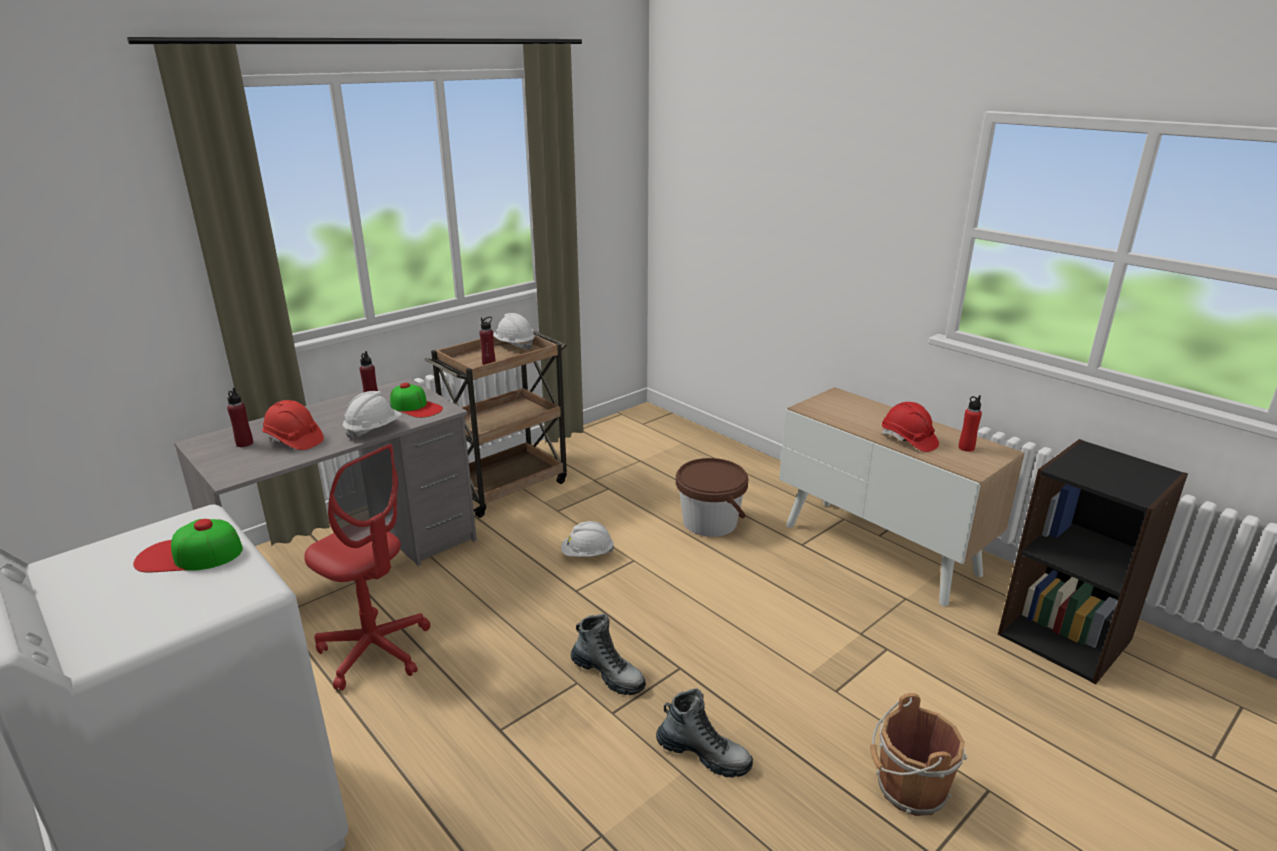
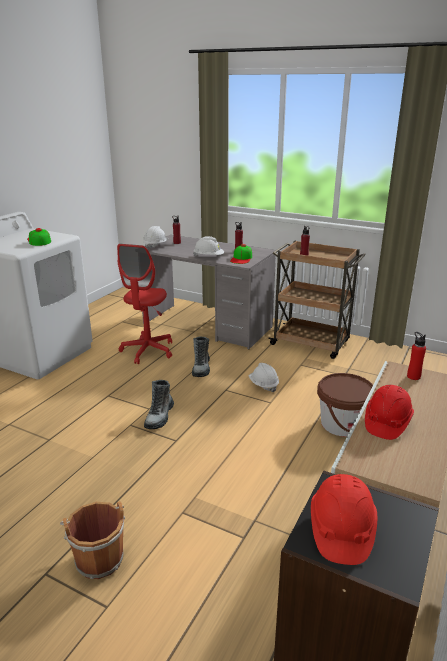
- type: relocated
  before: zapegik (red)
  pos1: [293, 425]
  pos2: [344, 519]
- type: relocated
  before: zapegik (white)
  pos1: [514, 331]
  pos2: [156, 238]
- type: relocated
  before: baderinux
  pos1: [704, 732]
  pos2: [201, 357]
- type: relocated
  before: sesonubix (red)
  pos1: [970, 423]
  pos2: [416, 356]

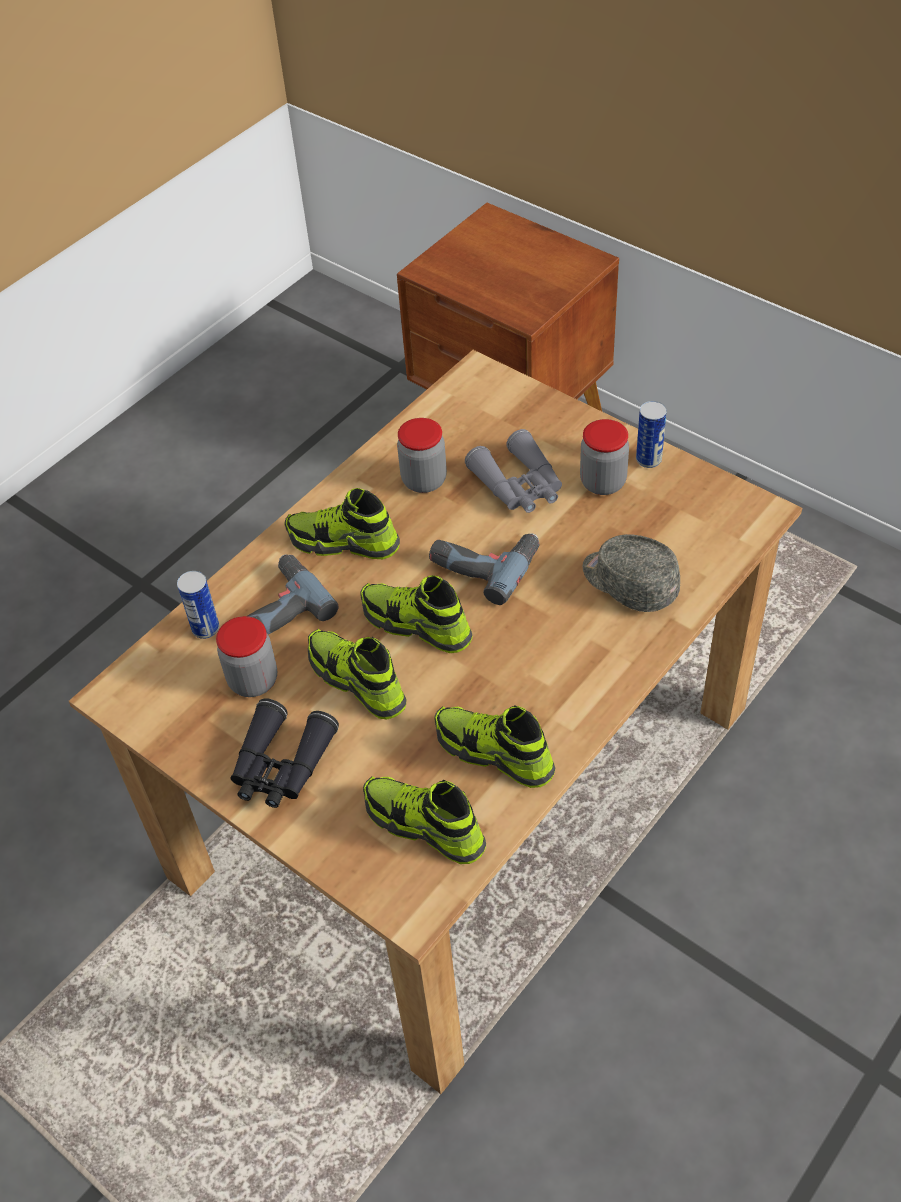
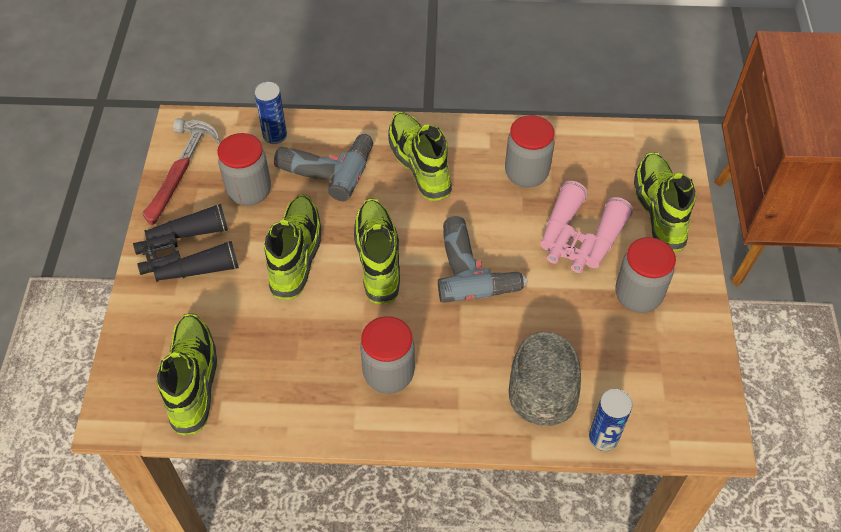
- type: relocated
  before: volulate
  pos1: [494, 746]
  pos2: [665, 202]
- type: colour
  before: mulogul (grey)
  after: mulogul (pink)
  pos1: [513, 471]
  pos2: [586, 227]
- type: relocated
  before: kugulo
  pos1: [651, 434]
  pos2: [611, 420]
- type: appeared
  after: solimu
  pos2: [181, 171]
- type: appeared
  after: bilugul
  pos2: [387, 355]

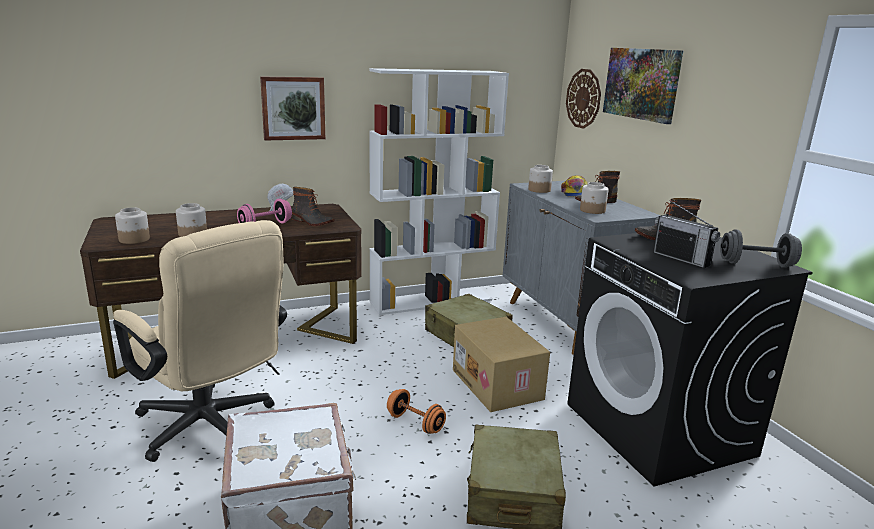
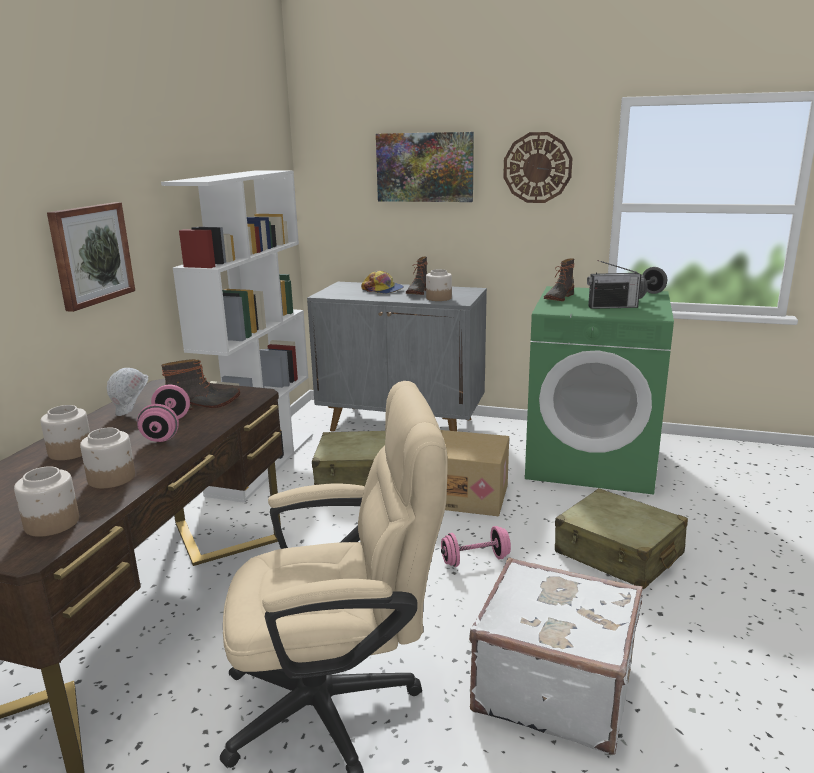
- type: colour
  before: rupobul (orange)
  after: rupobul (pink)
  pos1: [416, 411]
  pos2: [476, 546]
- type: relocated
  before: bilugul
  pos1: [540, 179]
  pos2: [65, 432]
- type: relocated
  before: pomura
  pos1: [583, 99]
  pos2: [537, 167]
- type: colour
  before: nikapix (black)
  after: nikapix (green)
  pos1: [690, 359]
  pos2: [599, 390]

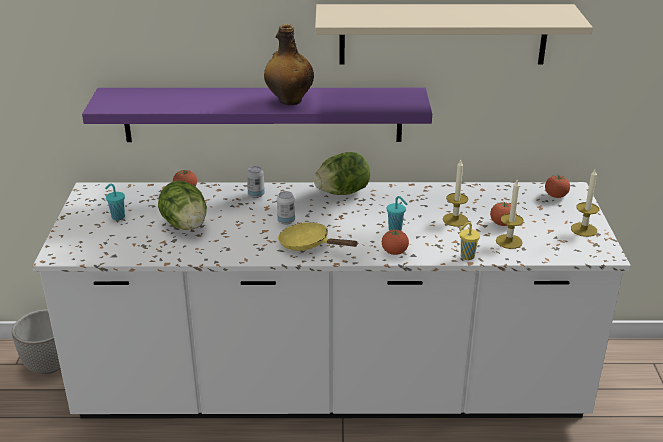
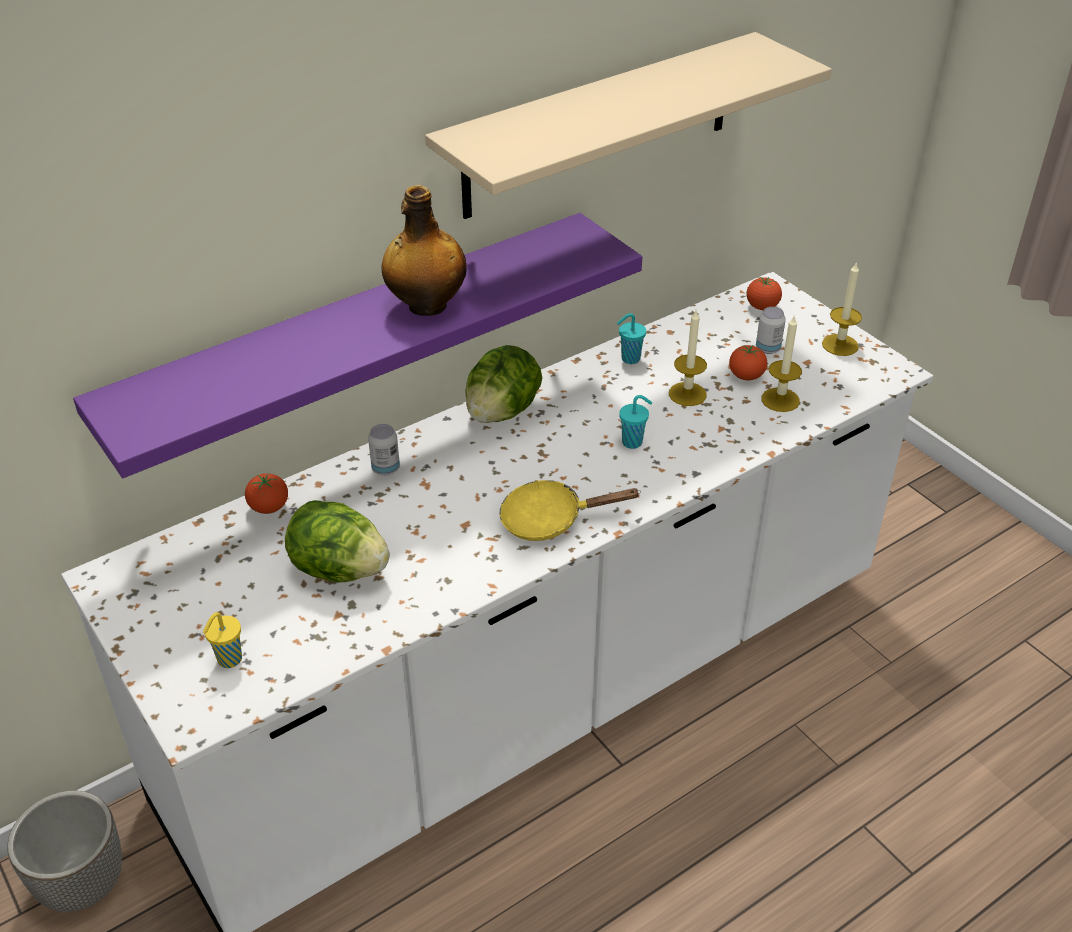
- type: relocated
  before: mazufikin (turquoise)
  pos1: [115, 202]
  pos2: [631, 338]
- type: relocated
  before: kugulo
  pos1: [286, 208]
  pos2: [771, 330]
- type: missing
  before: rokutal
  pos1: [395, 242]
- type: relocated
  before: mazufikin (yellow)
  pos1: [469, 241]
  pos2: [222, 640]

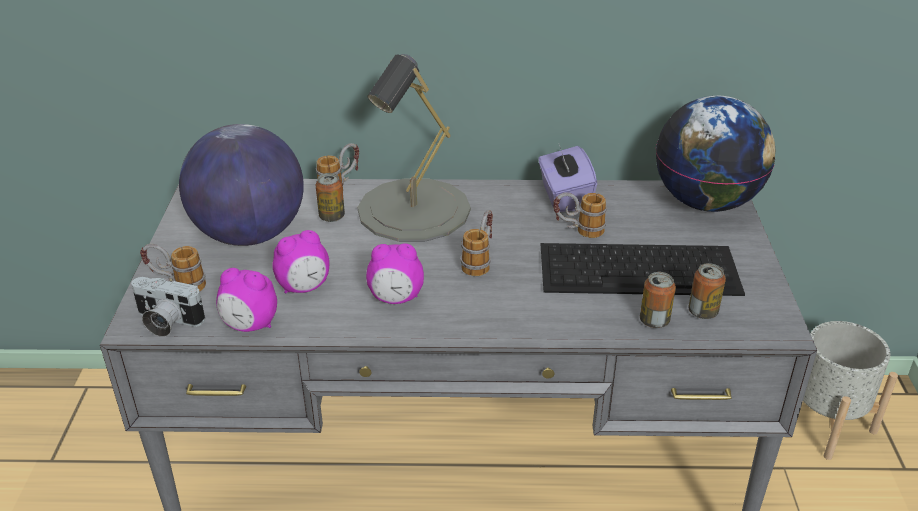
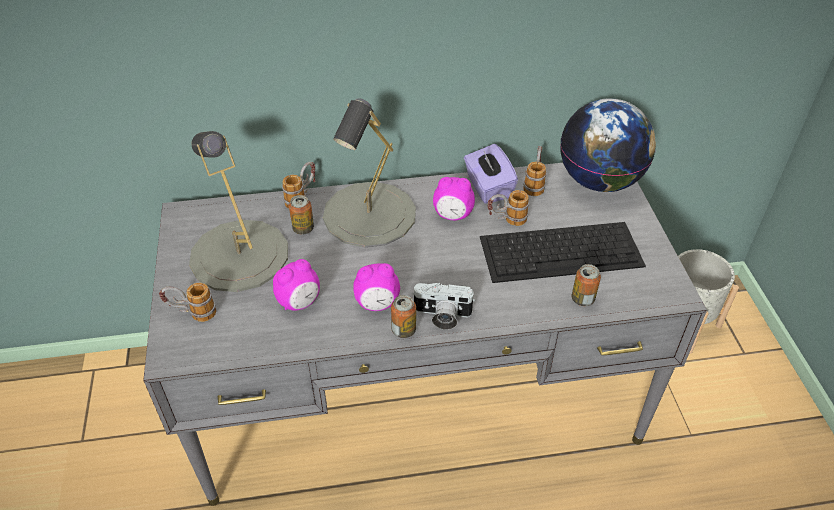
- type: relocated
  before: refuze
  pos1: [168, 307]
  pos2: [443, 306]
- type: exchanged
  before: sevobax
  after: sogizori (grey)
  pos1: [241, 185]
  pos2: [238, 211]
- type: relocated
  before: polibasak
  pos1: [246, 300]
  pos2: [454, 198]
- type: relocated
  before: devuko
  pos1: [477, 243]
  pos2: [535, 171]
- type: relocated
  before: kugulo
  pos1: [707, 291]
  pos2: [403, 316]

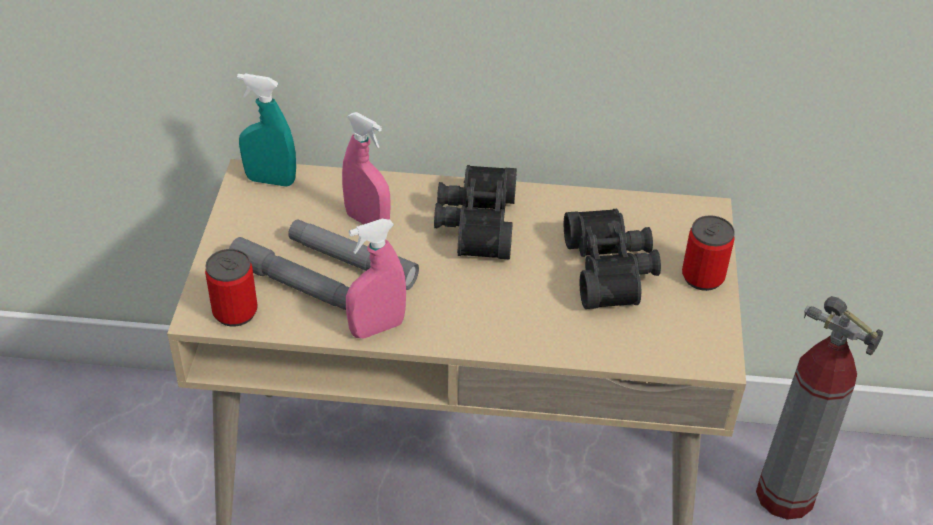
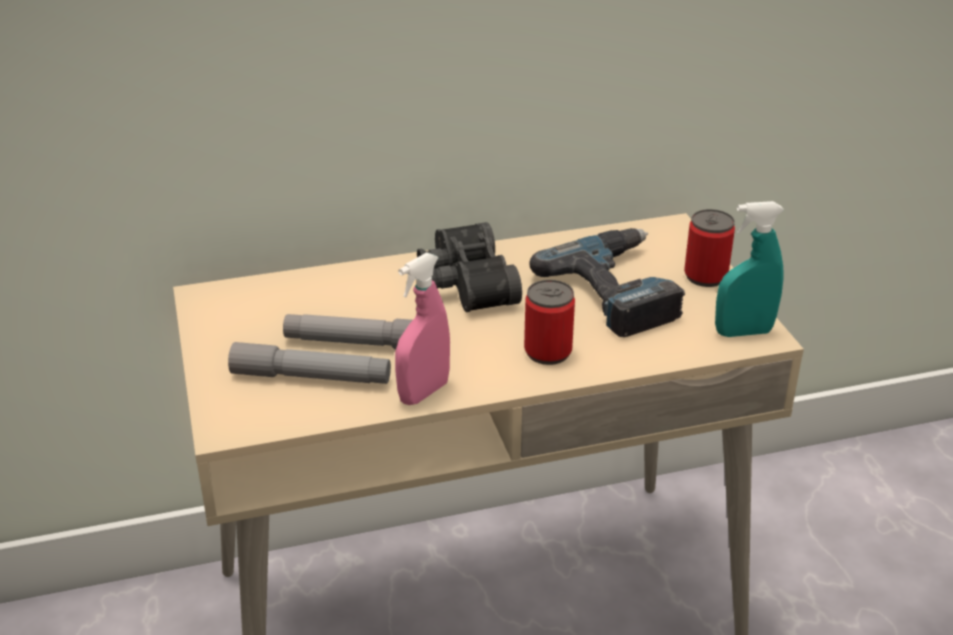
- type: relocated
  before: kugulo
  pos1: [231, 287]
  pos2: [549, 322]
- type: relocated
  before: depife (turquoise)
  pos1: [266, 130]
  pos2: [749, 269]
- type: missing
  before: depife (pink)
  pos1: [366, 168]
- type: exchanged
  before: mulogul (black)
  after: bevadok
  pos1: [612, 259]
  pos2: [607, 282]
- type: missing
  before: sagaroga
  pos1: [819, 408]

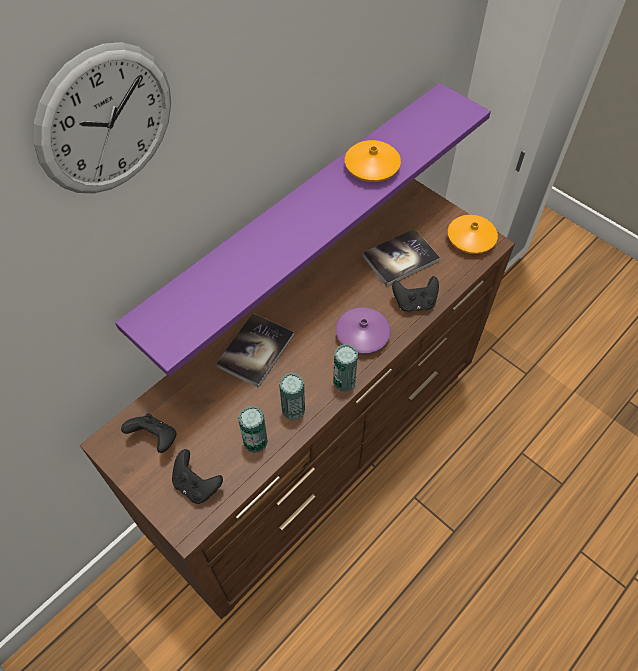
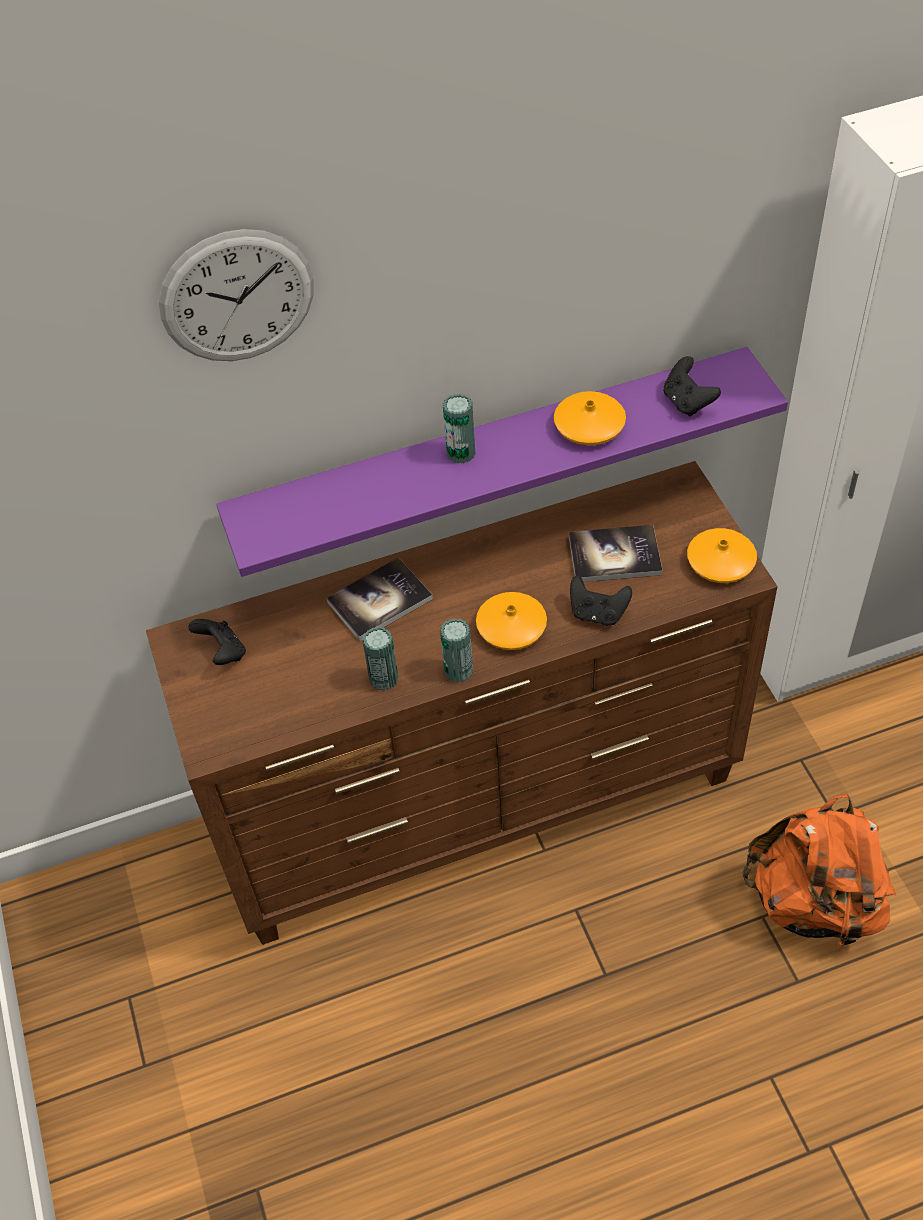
- type: relocated
  before: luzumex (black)
  pos1: [197, 476]
  pos2: [692, 386]
- type: relocated
  before: kugulo
  pos1: [253, 429]
  pos2: [459, 429]
- type: colour
  before: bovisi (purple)
  after: bovisi (orange)
  pos1: [363, 330]
  pos2: [511, 621]
- type: appeared
  after: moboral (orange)
  pos2: [819, 873]

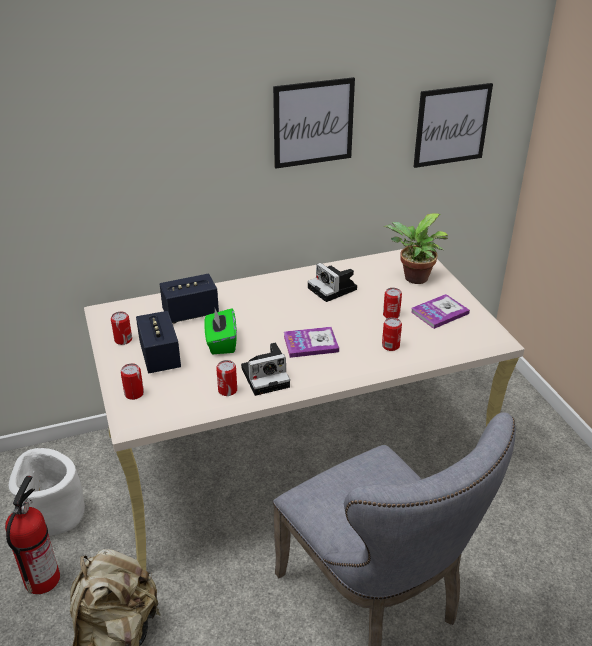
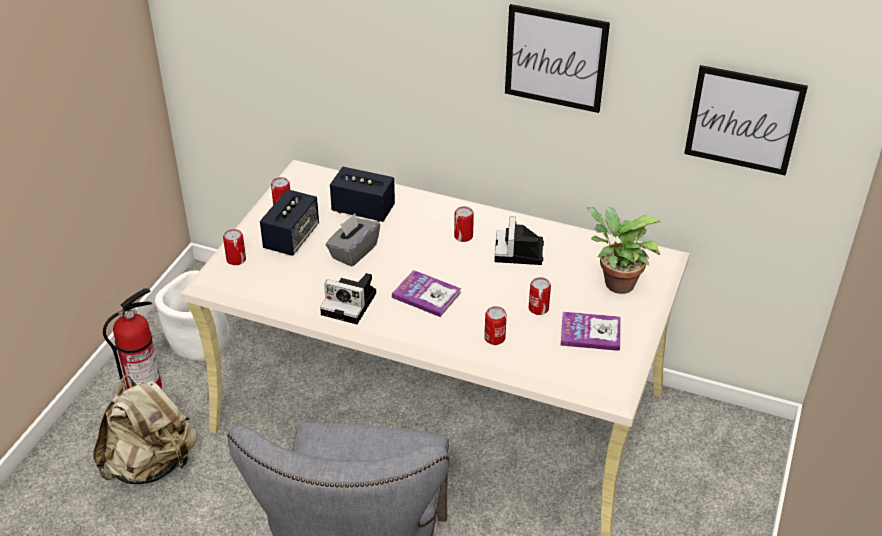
- type: colour
  before: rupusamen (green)
  after: rupusamen (grey)
  pos1: [220, 331]
  pos2: [353, 240]
- type: relocated
  before: kugulo
  pos1: [226, 378]
  pos2: [464, 224]

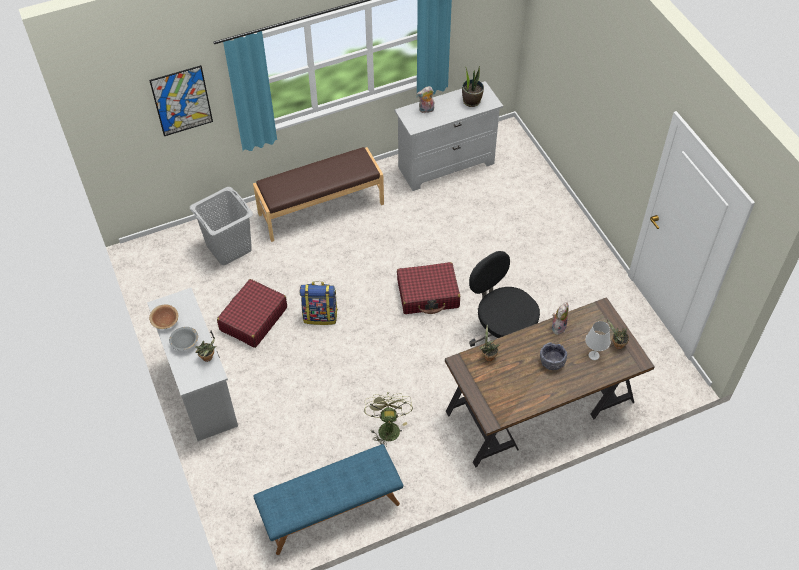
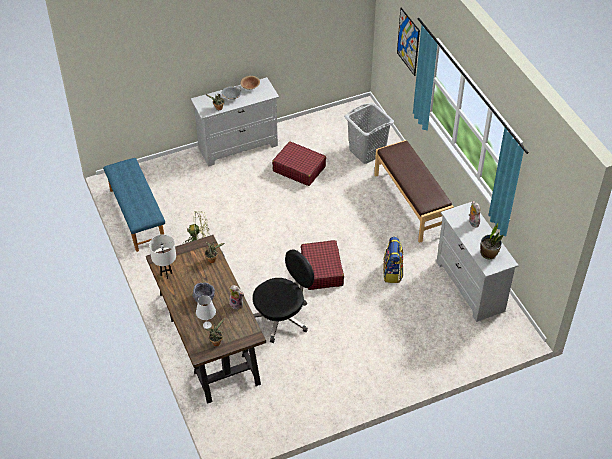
- type: relocated
  before: moboral
  pos1: [319, 303]
  pos2: [393, 260]
- type: appeared
  after: sogizori (white)
  pos2: [162, 257]

